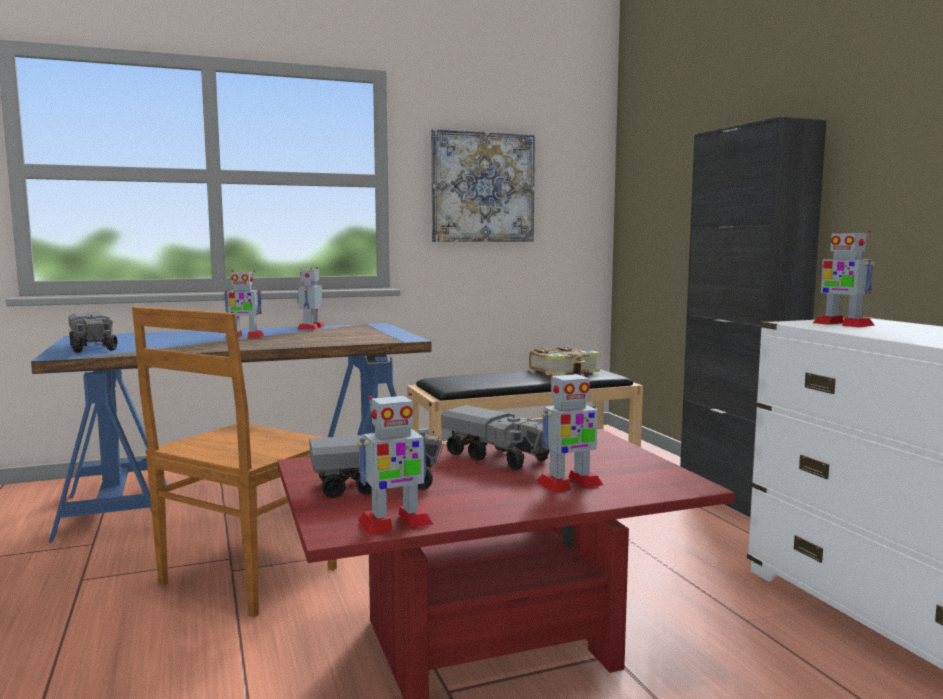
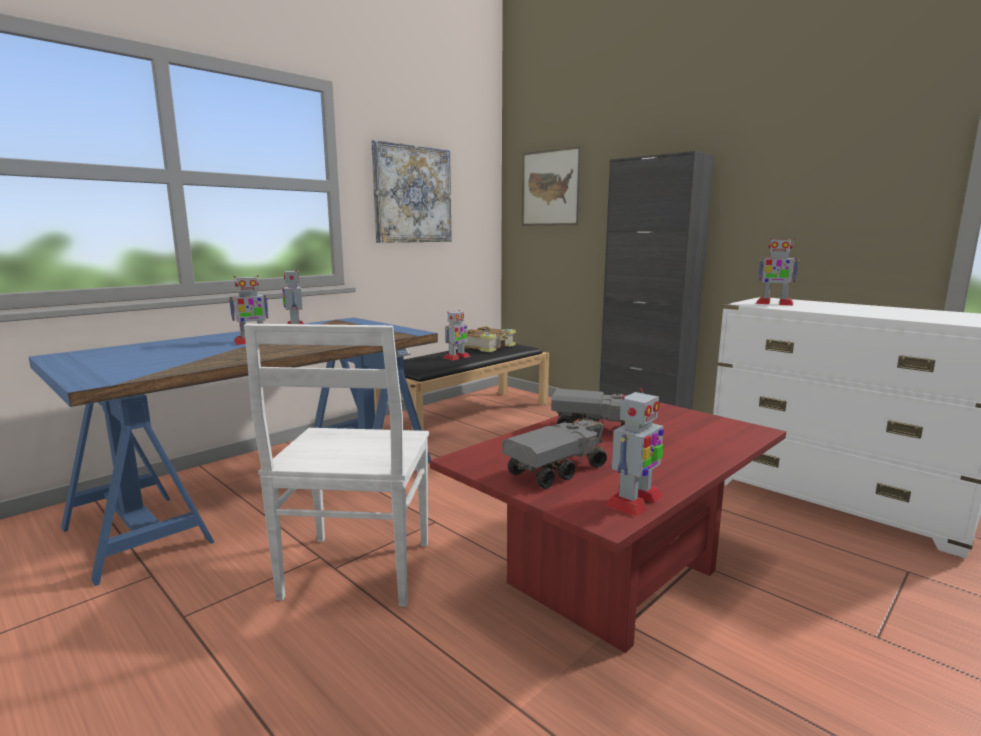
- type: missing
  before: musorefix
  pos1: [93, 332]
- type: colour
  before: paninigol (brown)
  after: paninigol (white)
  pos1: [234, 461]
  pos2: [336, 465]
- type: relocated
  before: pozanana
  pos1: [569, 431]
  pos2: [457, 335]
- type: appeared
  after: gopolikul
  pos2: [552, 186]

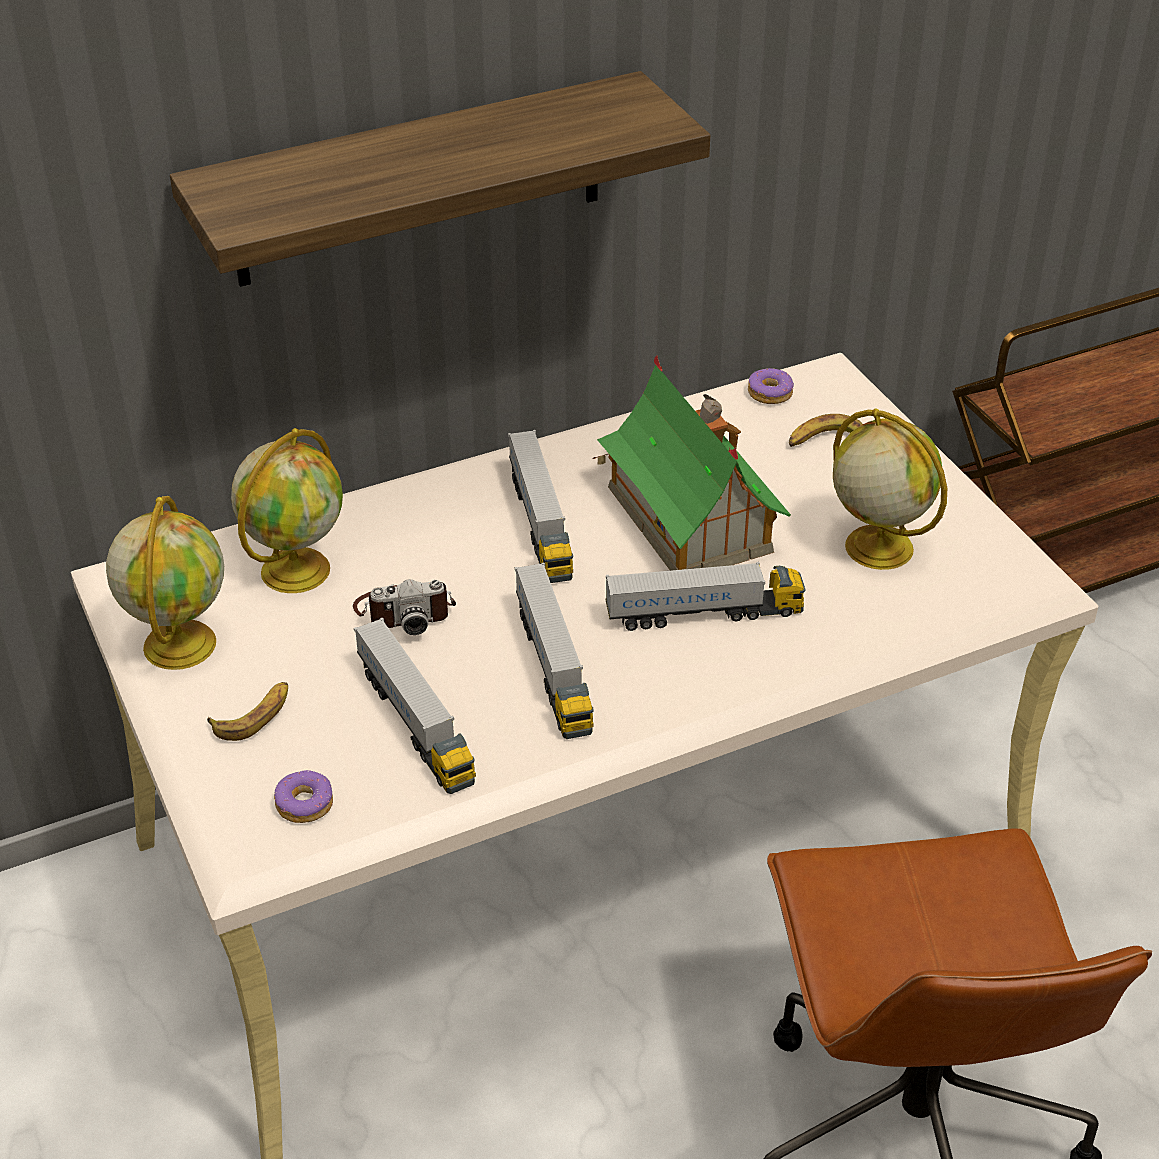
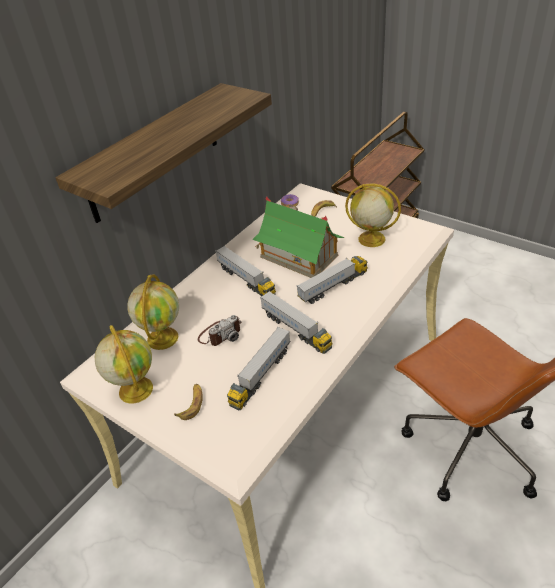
- type: missing
  before: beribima
  pos1: [303, 796]
- type: spun
  before: musorefix
  pos1: [415, 706]
  pos2: [259, 368]
  turn: 90

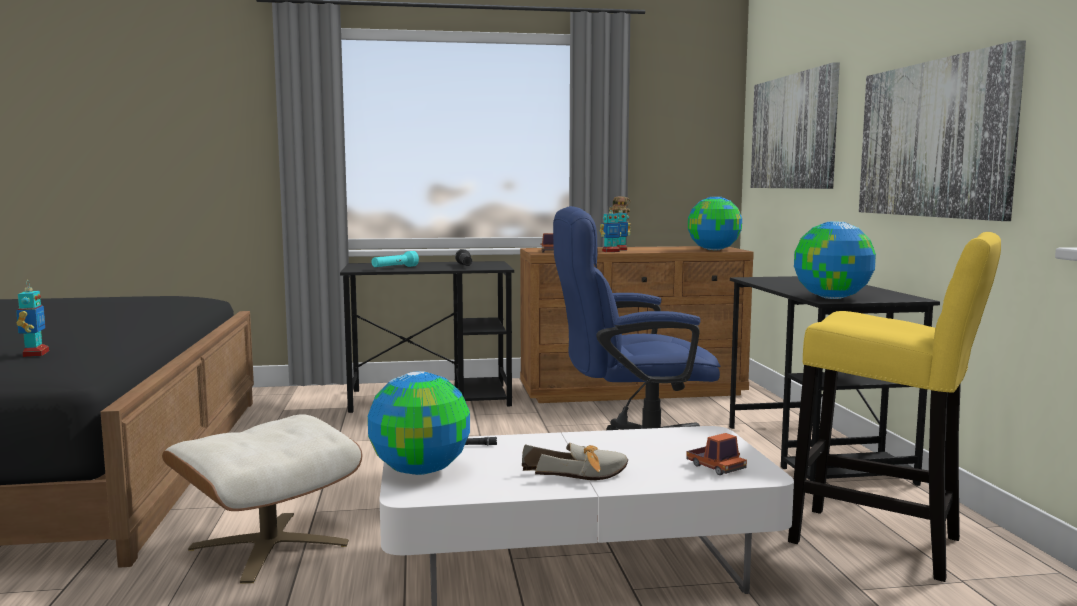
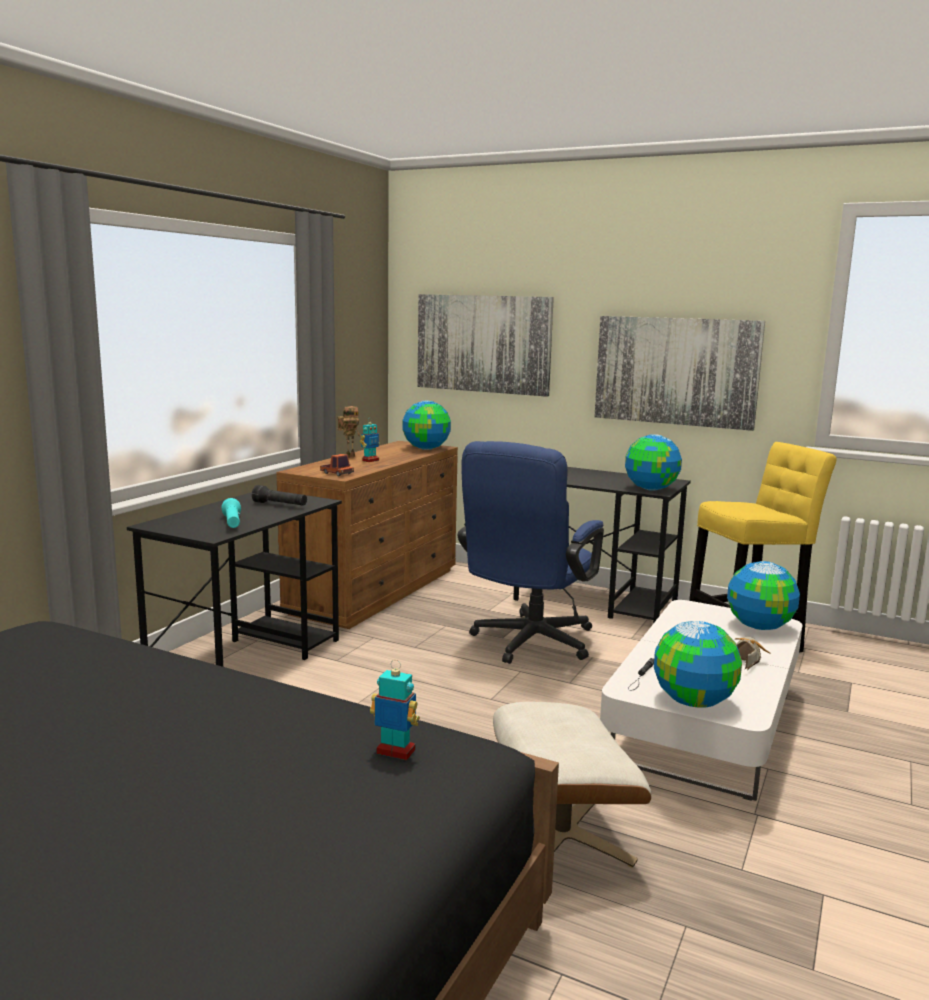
- type: missing
  before: pozanana
  pos1: [611, 229]
- type: exchanged
  before: musorefix
  after: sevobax
  pos1: [716, 454]
  pos2: [763, 595]

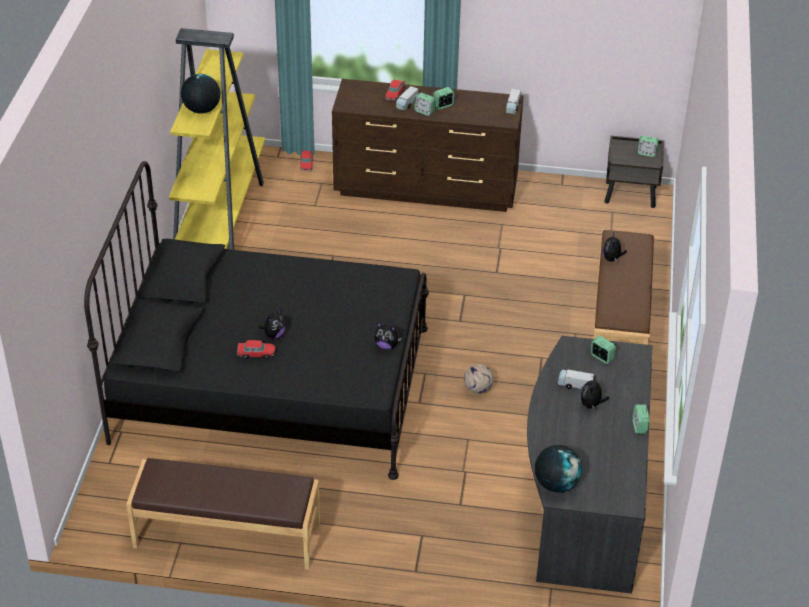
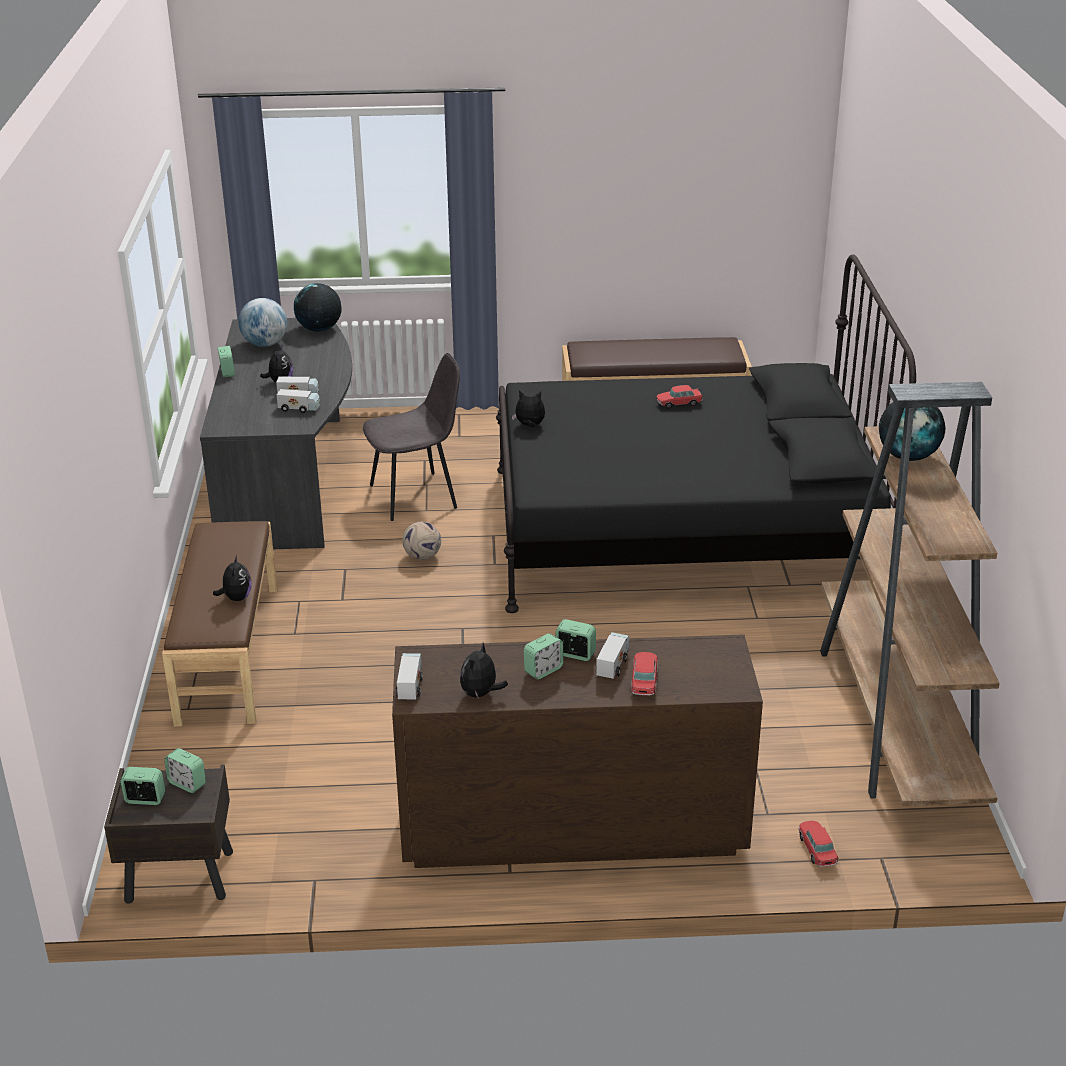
- type: colour
  before: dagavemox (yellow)
  after: dagavemox (brown)
  pos1: [217, 139]
  pos2: [910, 594]
- type: relocated
  before: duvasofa
  pos1: [272, 324]
  pos2: [484, 671]
- type: relocated
  before: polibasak
  pos1: [603, 350]
  pos2: [185, 770]
- type: appeared
  after: sevobax
  pos2: [262, 322]
- type: appeared
  after: musorefix
  pos2: [298, 401]
- type: appeared
  after: paninigol (grey)
  pos2: [411, 437]

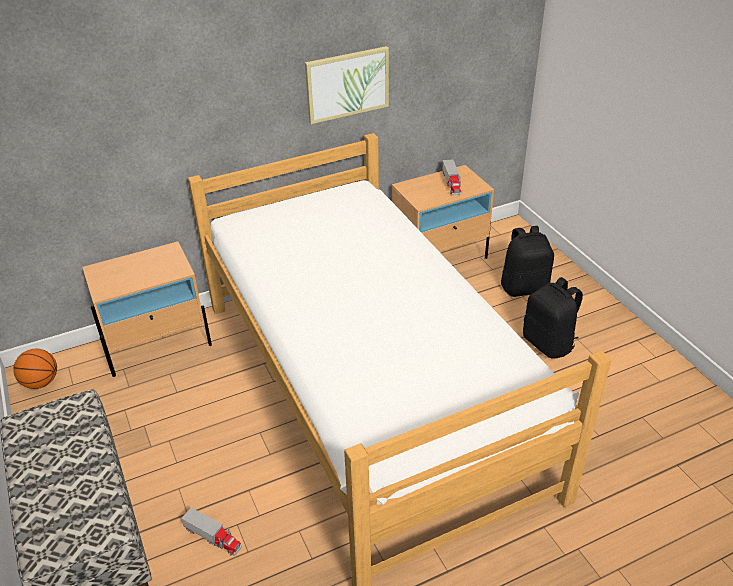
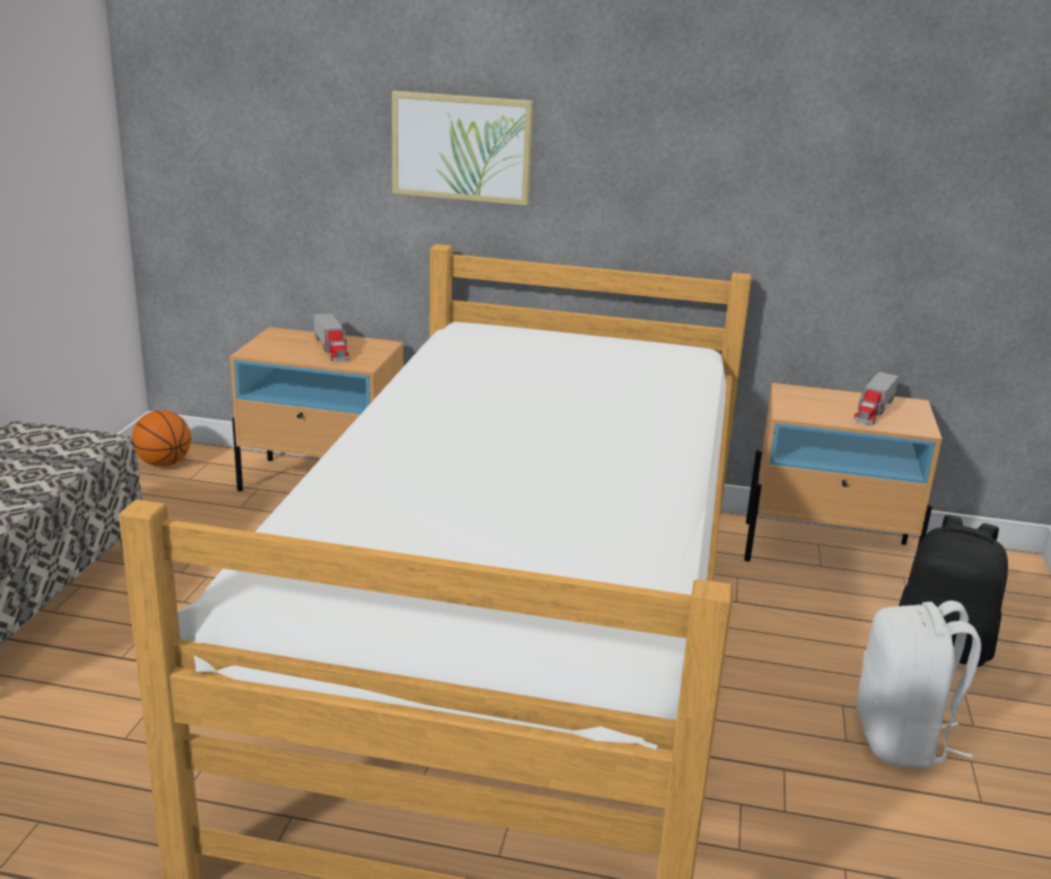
- type: relocated
  before: musorefix
  pos1: [211, 531]
  pos2: [331, 337]
- type: relocated
  before: gopolikul
  pos1: [347, 85]
  pos2: [462, 148]
- type: colour
  before: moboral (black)
  after: moboral (white)
  pos1: [553, 318]
  pos2: [919, 685]

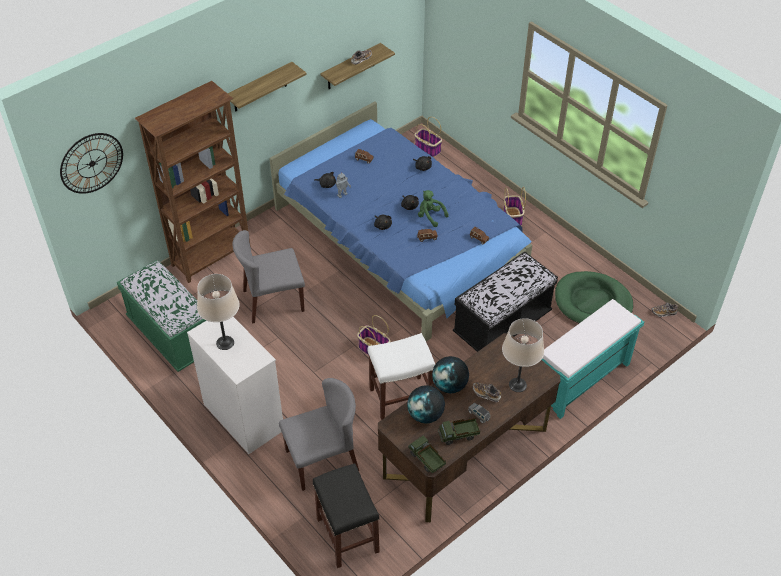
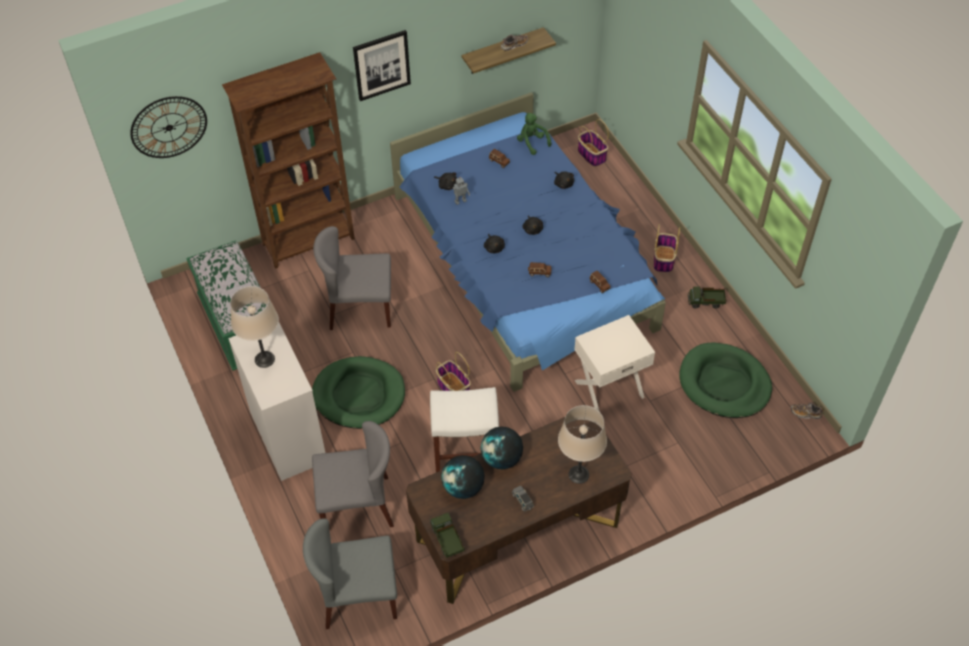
- type: exchanged
  before: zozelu
  after: gopolikul
  pos1: [267, 87]
  pos2: [382, 65]
- type: exchanged
  before: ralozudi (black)
  after: paninigol (grey)
  pos1: [346, 516]
  pos2: [350, 573]
- type: relocated
  before: duvasofa (green)
  pos1: [433, 208]
  pos2: [534, 134]
- type: relocated
  before: musorefix
  pos1: [459, 430]
  pos2: [707, 297]
- type: exchanged
  before: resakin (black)
  after: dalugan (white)
  pos1: [505, 302]
  pos2: [614, 363]
- type: missing
  before: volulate
  pos1: [487, 392]
- type: missing
  before: resakin (turquoise)
  pos1: [593, 359]
- type: appeared
  after: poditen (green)
  pos2: [358, 392]

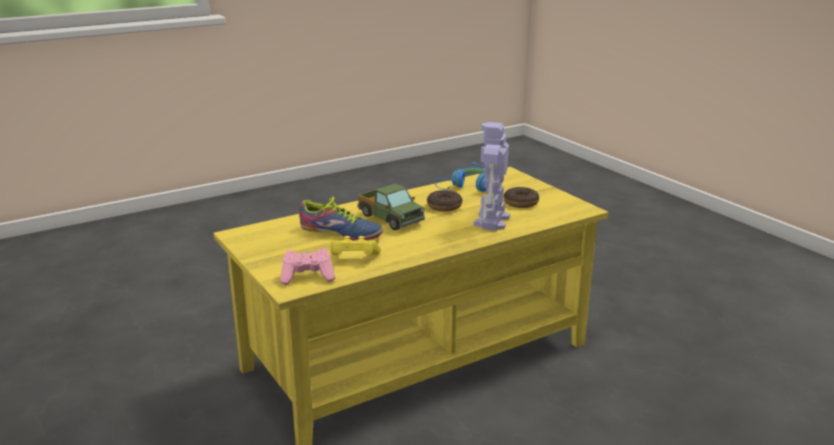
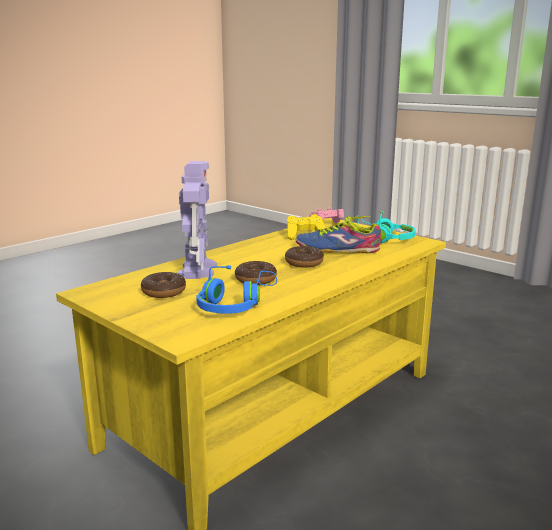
- type: exchanged
  before: musorefix
  after: beribima
  pos1: [391, 207]
  pos2: [304, 257]
- type: appeared
  after: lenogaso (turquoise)
  pos2: [385, 227]

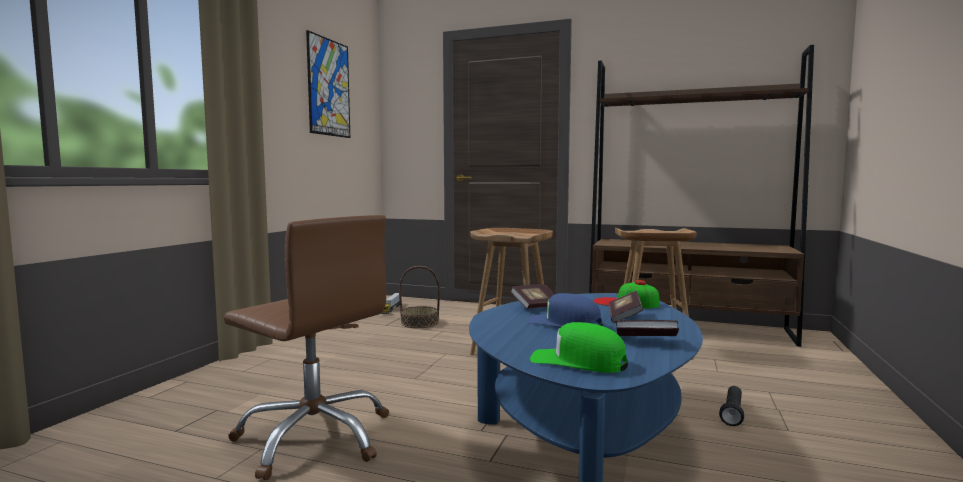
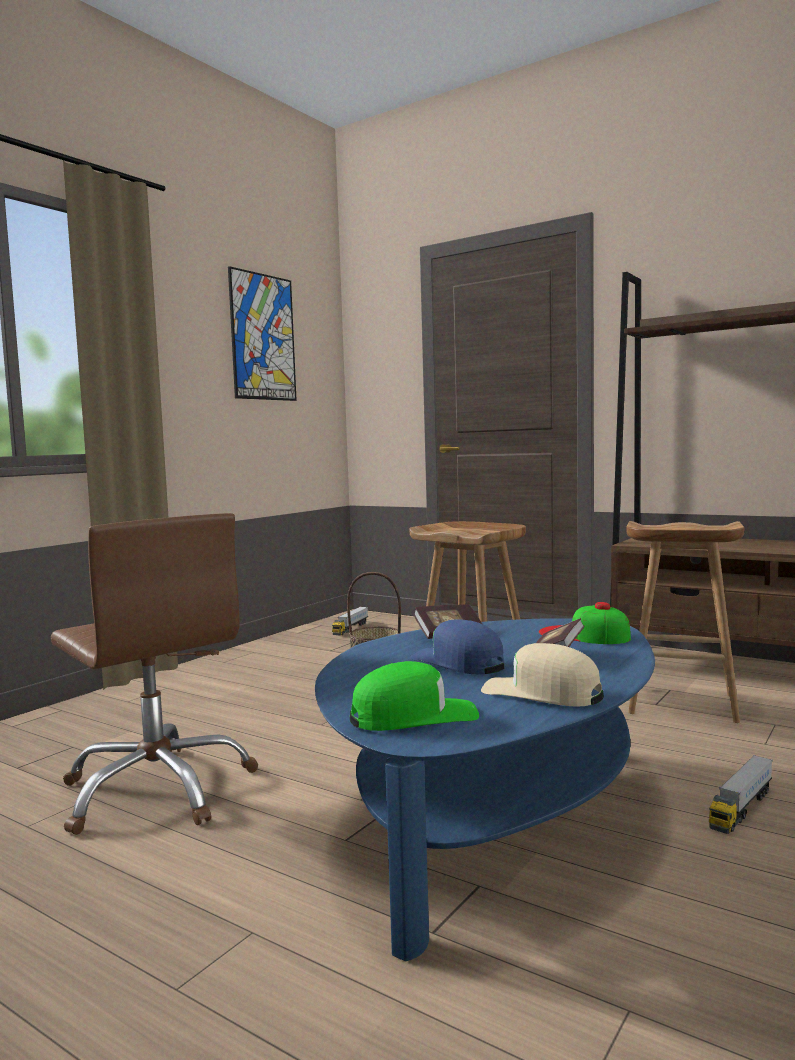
- type: spun
  before: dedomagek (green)
  pos1: [579, 347]
  pos2: [414, 696]
  turn: 120
- type: exchanged
  before: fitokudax
  after: dedomagek (beige)
  pos1: [647, 328]
  pos2: [542, 675]
- type: exchanged
  before: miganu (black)
  after: musorefix
  pos1: [731, 406]
  pos2: [741, 794]

